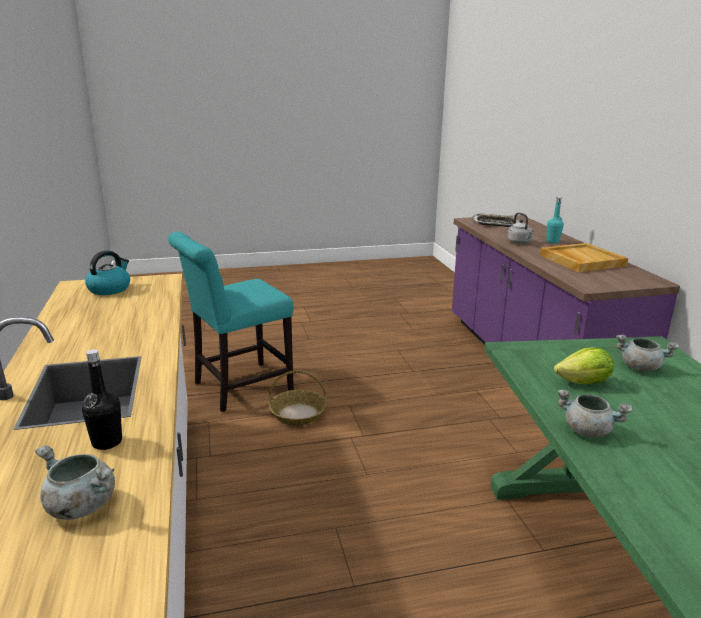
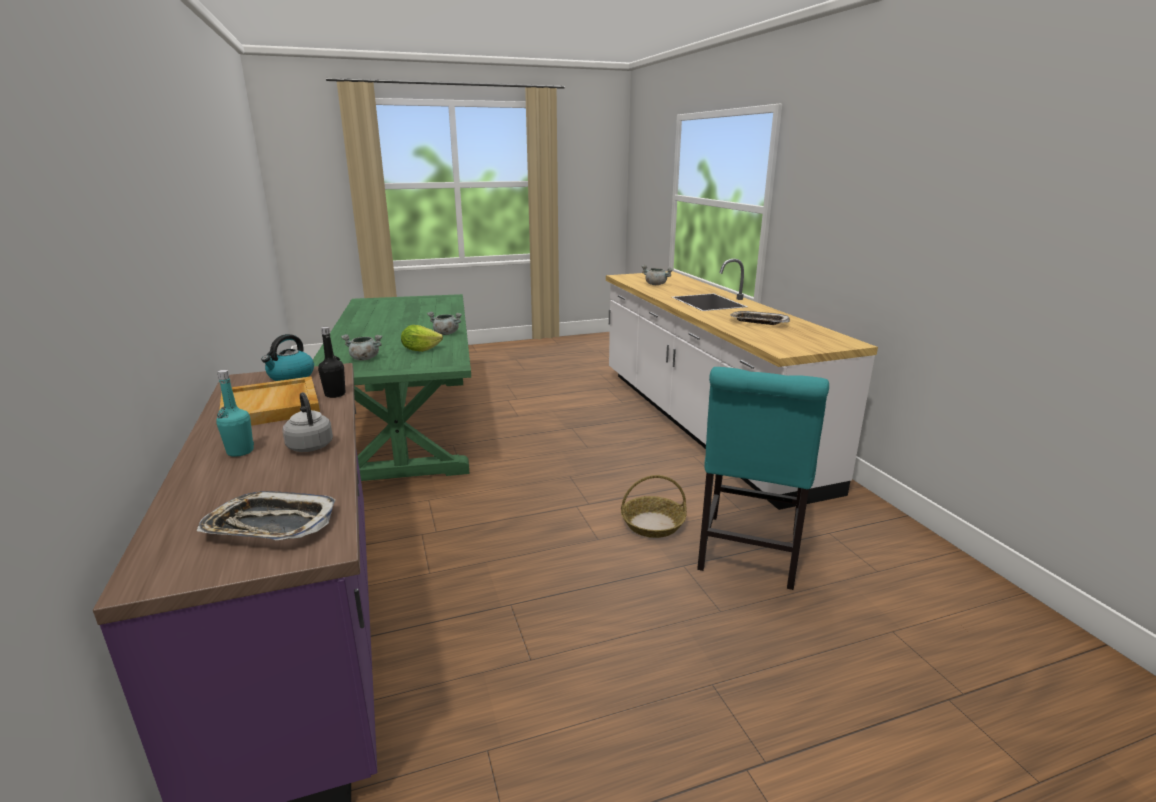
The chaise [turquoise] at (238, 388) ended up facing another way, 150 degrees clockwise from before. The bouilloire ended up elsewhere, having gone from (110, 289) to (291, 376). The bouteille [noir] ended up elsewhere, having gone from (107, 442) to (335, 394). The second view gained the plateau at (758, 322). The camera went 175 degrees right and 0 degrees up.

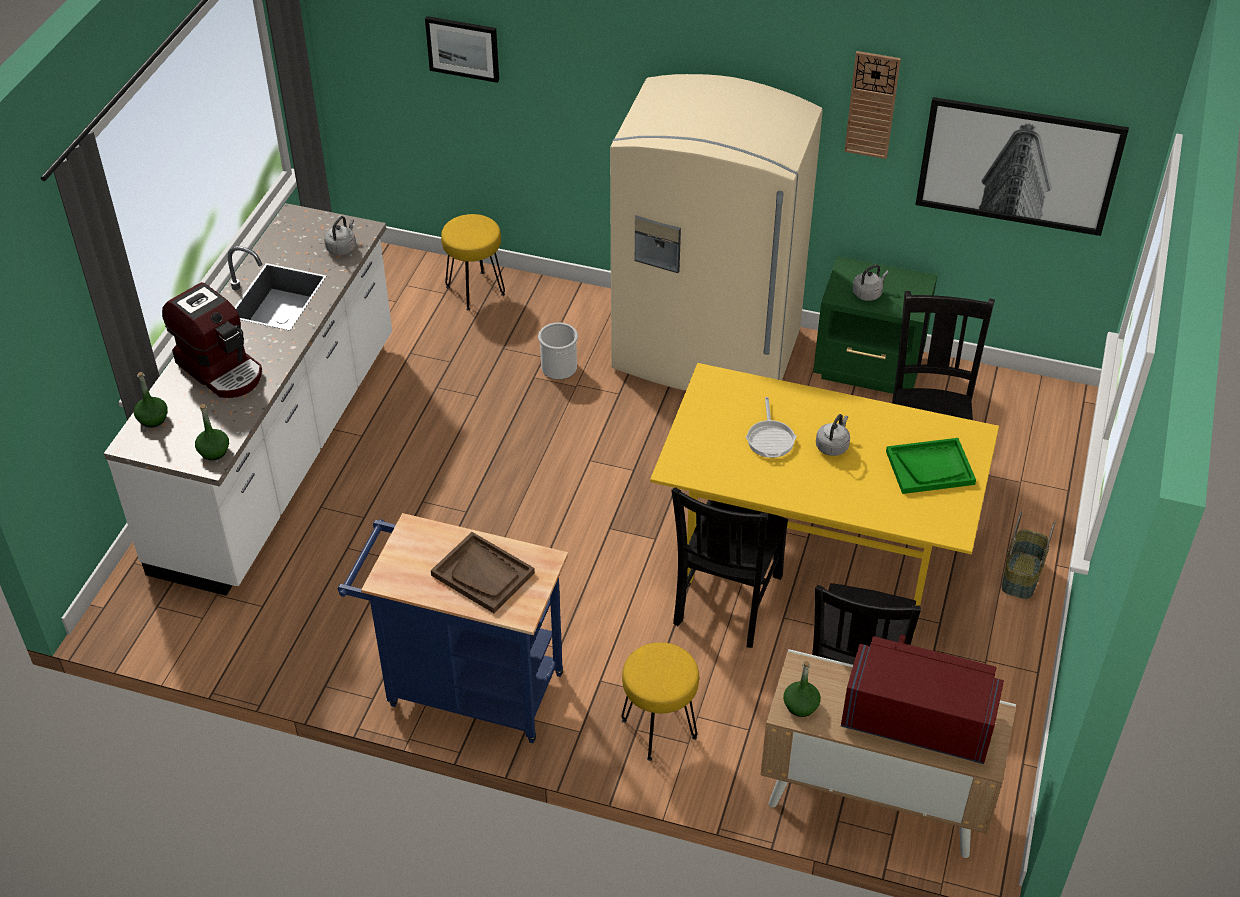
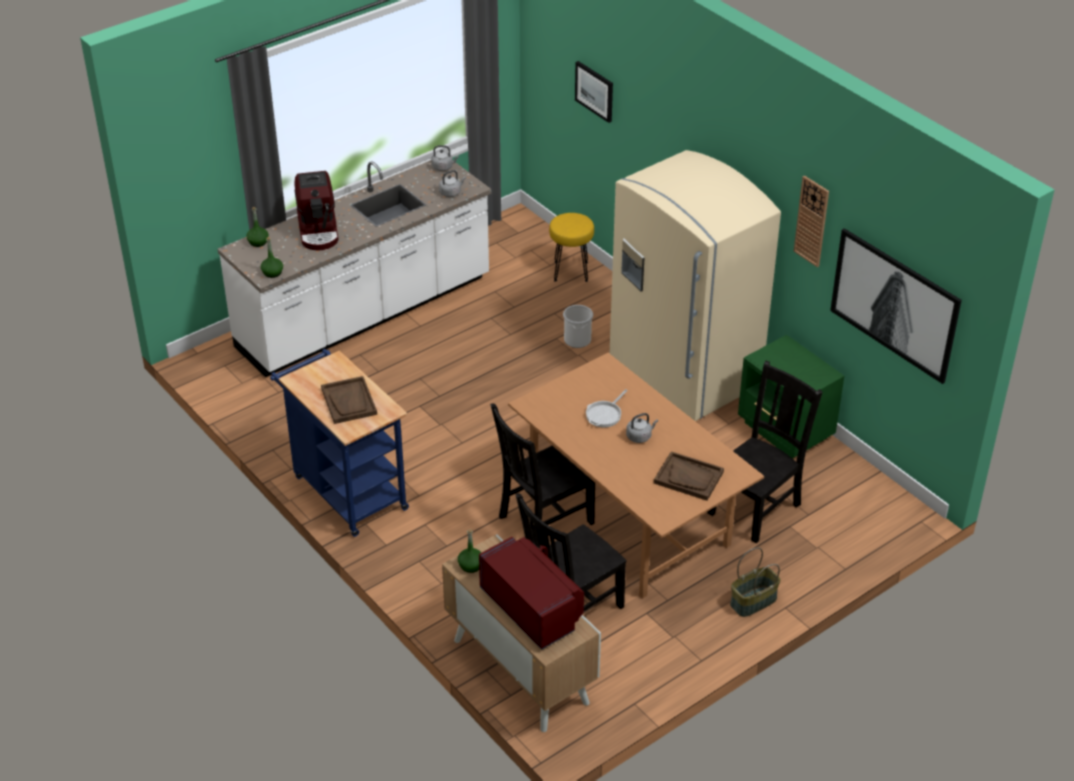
The bouilloire [gris] ended up elsewhere, having gone from (868, 293) to (443, 167). What was the table à manger [jaune] at (816, 551) turned into the table à manger [marron] at (630, 521). What was the plateau [vert] at (930, 467) turned into the plateau [marron] at (689, 477). The second view lost the tabouret [jaune] at (659, 728). The camera went 35 degrees right and 5 degrees down.

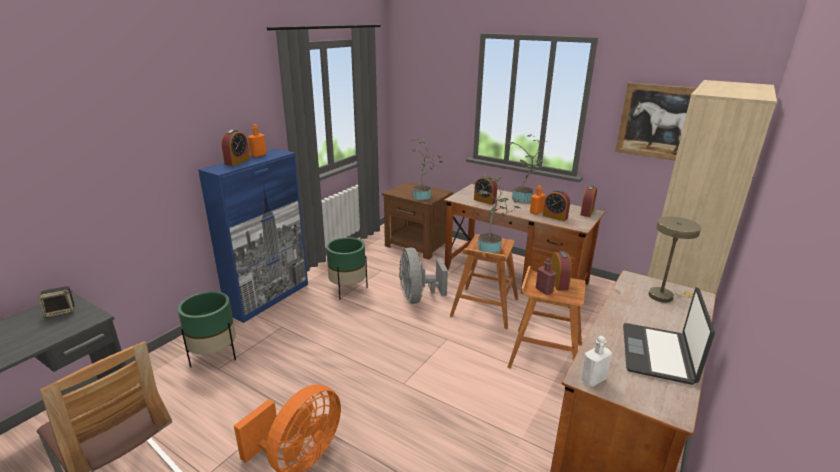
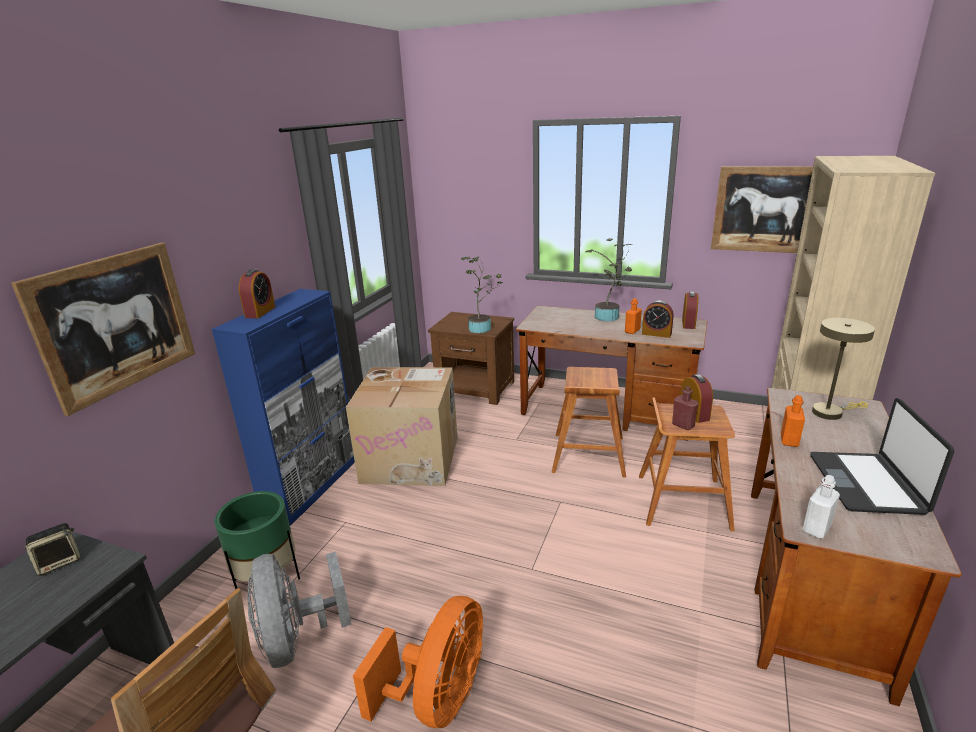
The bouteille [orange] ended up elsewhere, having gone from (258, 155) to (789, 441). The second view lost the réveil at (484, 201). The second view lost the plante en pot at (492, 248). Where the cache-pot [vert] stood at (348, 290), the carton came to stand at (412, 459). The ventilateur [gris] ended up elsewhere, having gone from (418, 297) to (297, 638). The second view gained the tableau at (115, 323). The camera went 10 degrees left and 0 degrees up.

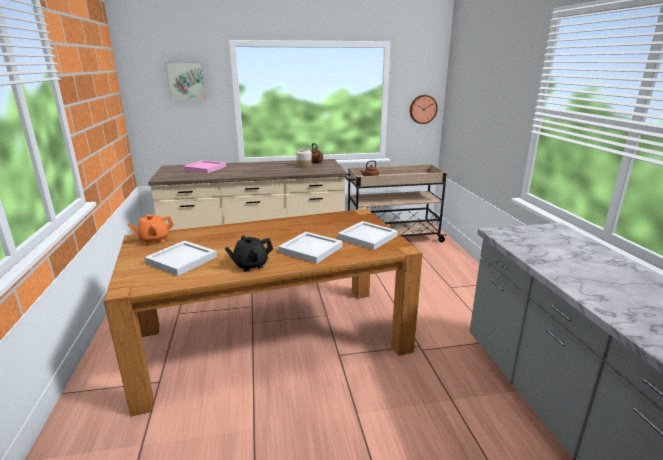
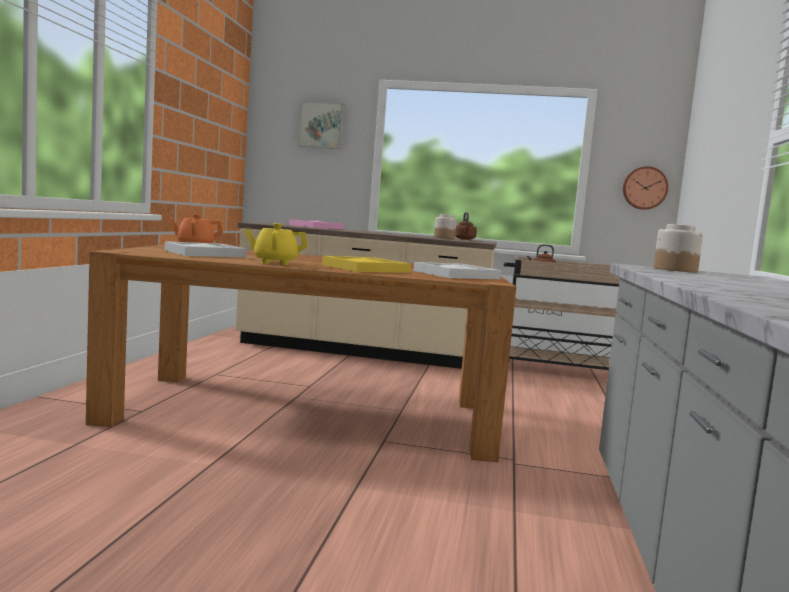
What was the plateau [blanc] at (311, 249) turned into the plateau [jaune] at (367, 268). What was the théière [noir] at (250, 265) turned into the théière [jaune] at (275, 263). The second view gained the bocal at (675, 270). The camera went 20 degrees right and 15 degrees down.

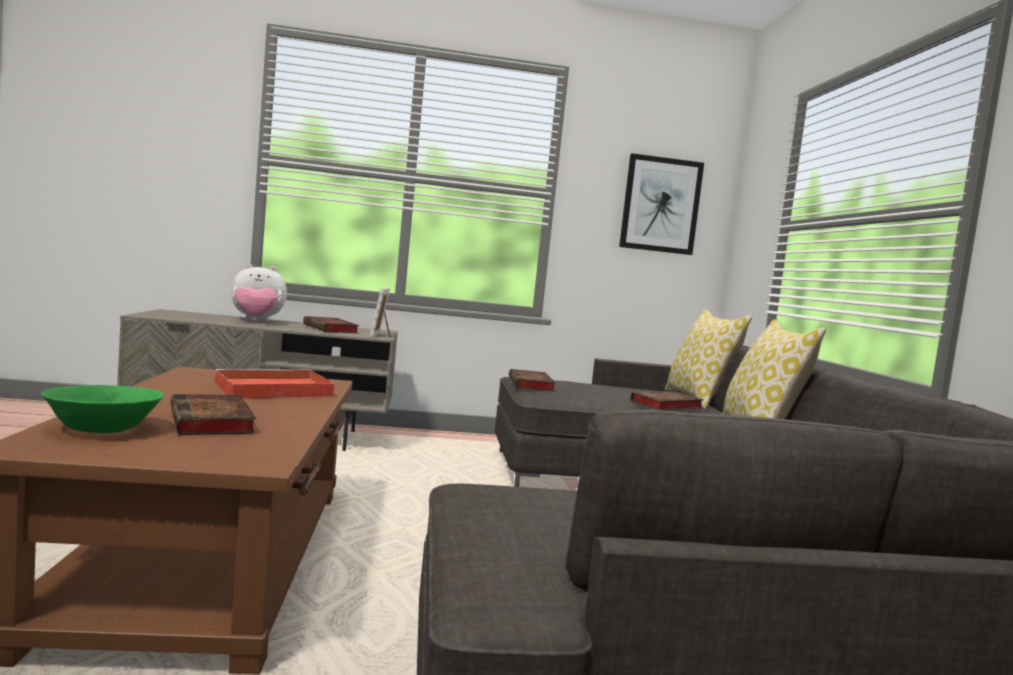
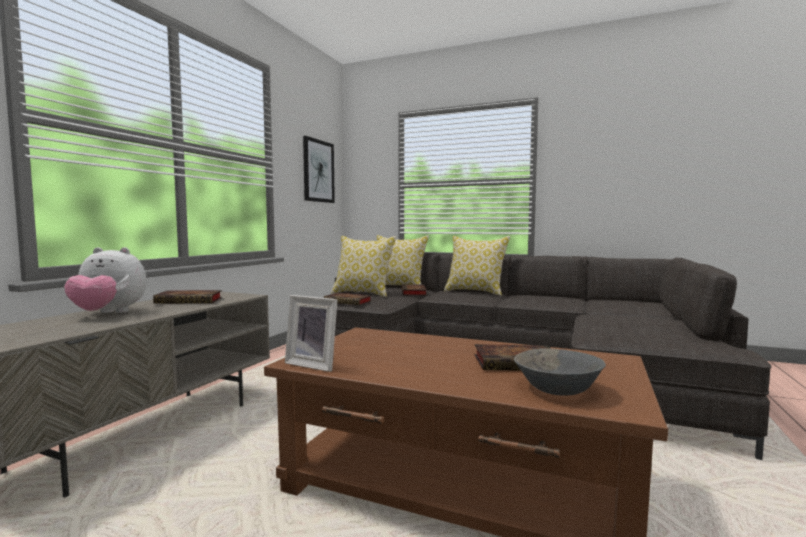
The peluche at (256, 321) ended up facing another way, 75 degrees clockwise from before. The cadre photo ended up elsewhere, having gone from (381, 336) to (314, 364). The second view lost the plateau [rouge] at (271, 389). What was the bol [vert] at (103, 430) turned into the bol [gris] at (558, 389). The second view gained the coussin at (363, 293). The camera went 60 degrees left and 0 degrees up.

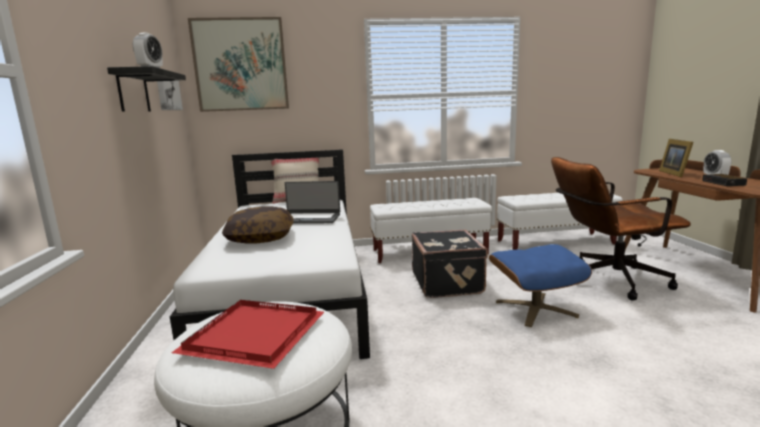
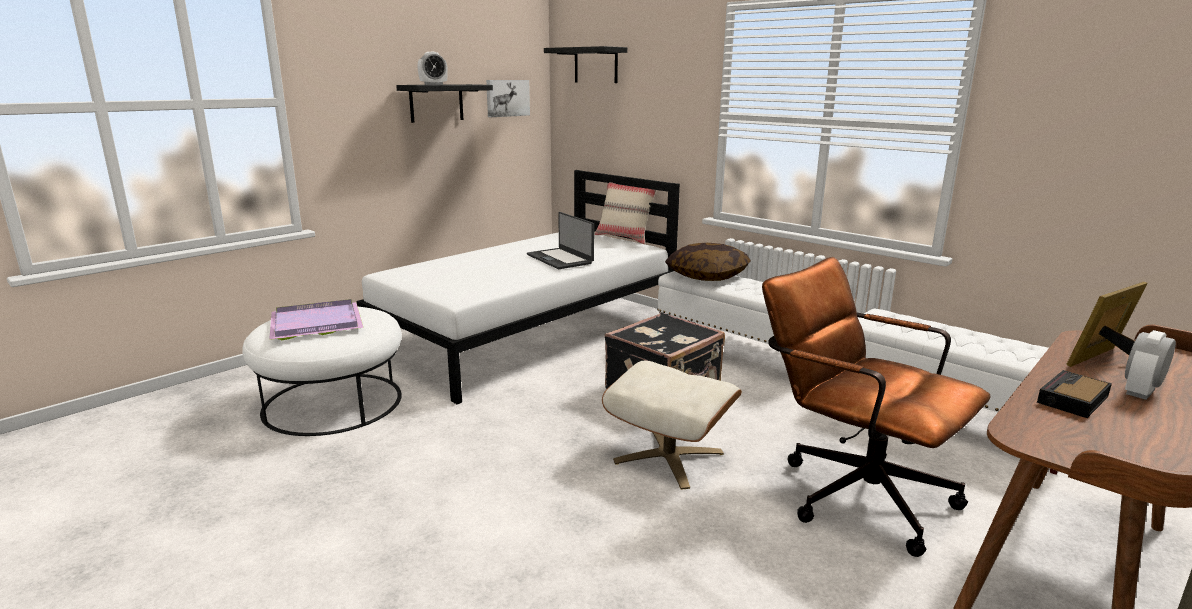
Where the tableau hung at (240, 65), the étagère [noir] came to hang at (596, 65). The coussin ended up elsewhere, having gone from (260, 238) to (707, 275). What was the pouf [bleu] at (535, 308) turned into the pouf [beige] at (669, 457). What was the plateau [rouge] at (255, 336) turned into the plateau [violet] at (315, 324). The camera went 50 degrees right and 5 degrees up.

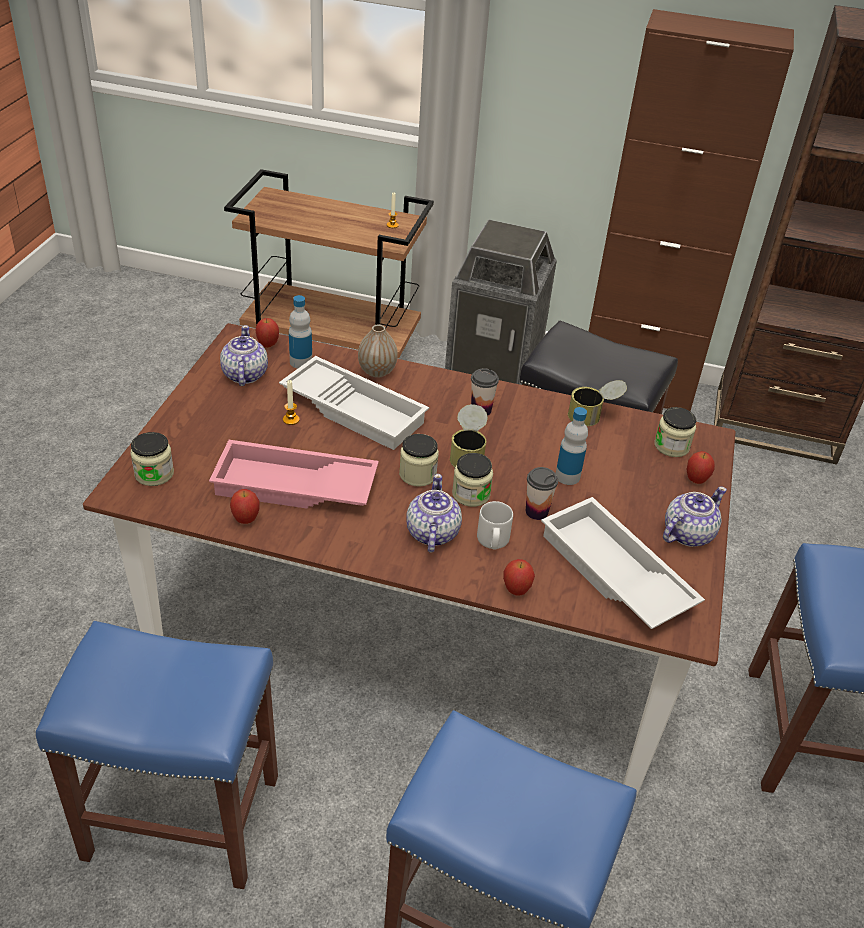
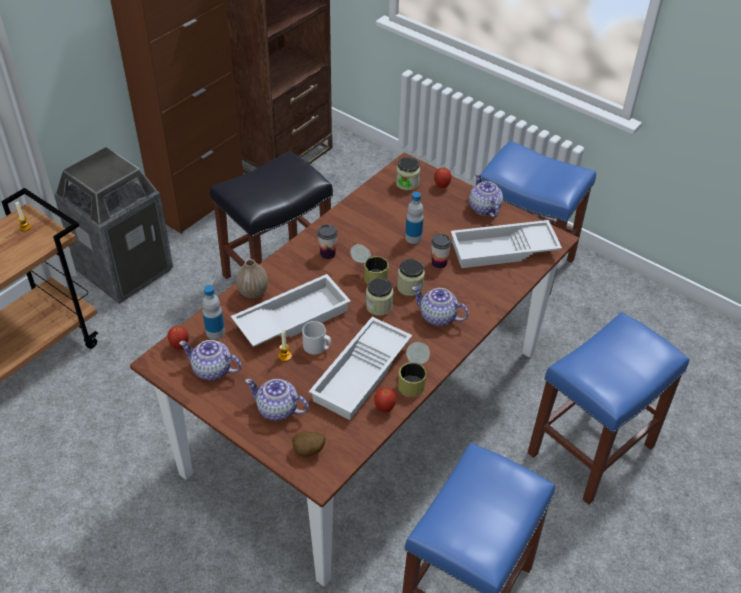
The boîte métallique ended up elsewhere, having gone from (593, 416) to (414, 379). Where the bocal stood at (154, 474), the pomme de terre came to stand at (309, 452). What was the plateau [rose] at (293, 488) turned into the plateau [blanc] at (362, 374). The mug [gris] ended up elsewhere, having gone from (493, 541) to (317, 347). The second view lost the pomme at (516, 590). The second view gained the théière at (278, 409). The camera went 65 degrees left and 5 degrees up.

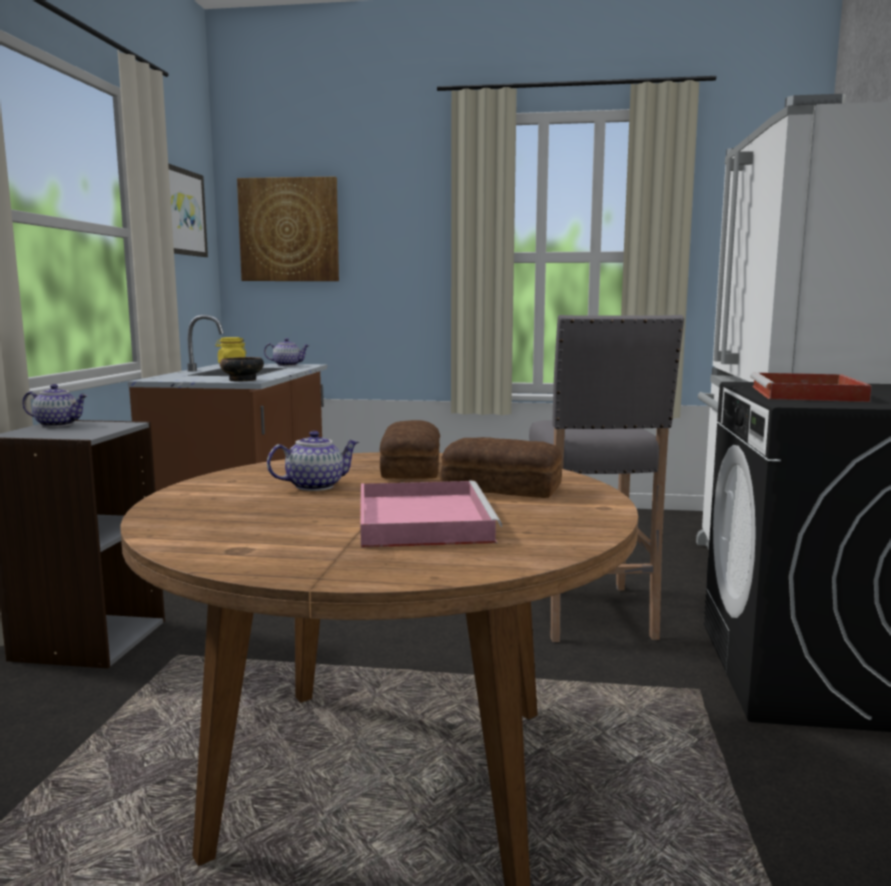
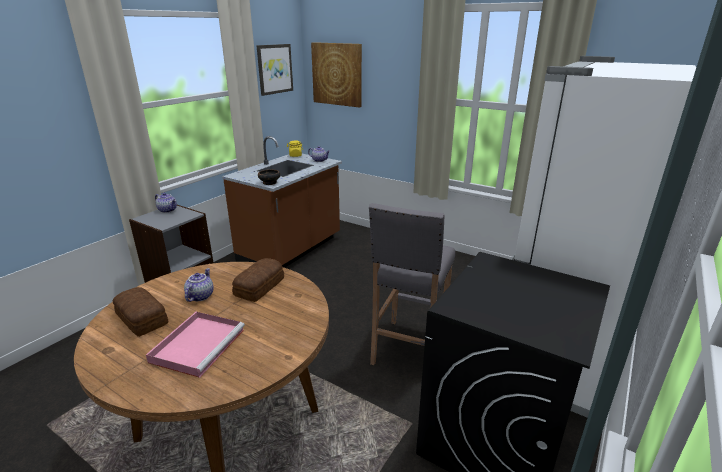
The second view lost the plateau [rouge] at (807, 394). The théière at (315, 486) ended up facing another way, 75 degrees counterclockwise from before. The pain ended up elsewhere, having gone from (502, 488) to (141, 319). The camera went 25 degrees right and 15 degrees up.

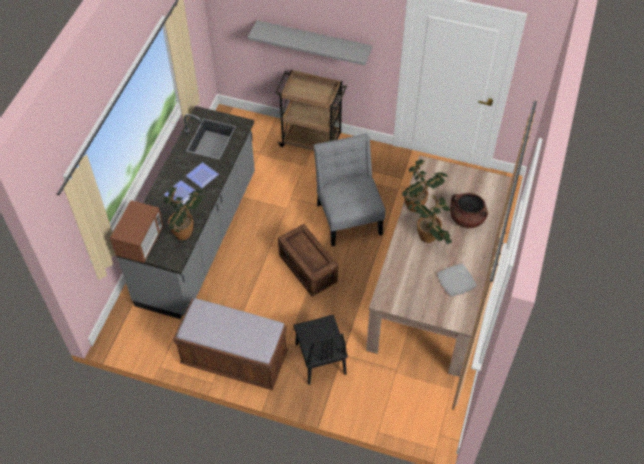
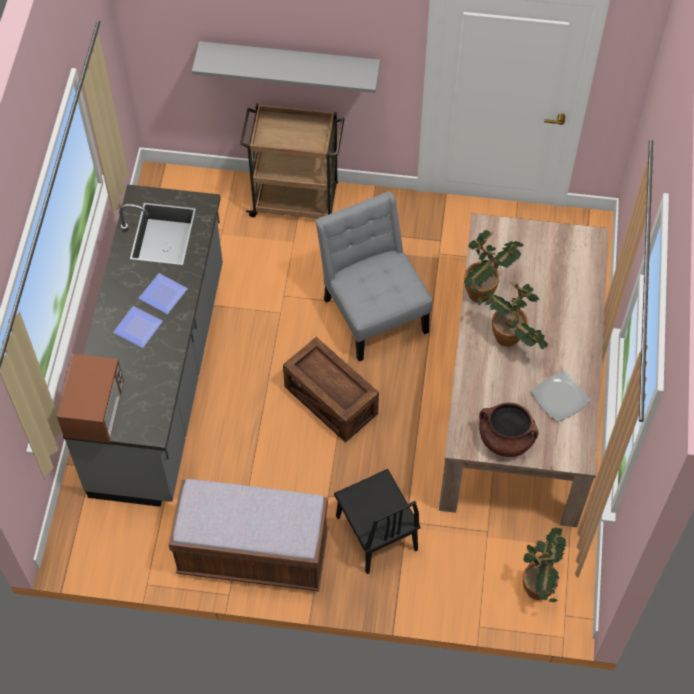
The plante en pot ended up elsewhere, having gone from (186, 230) to (541, 583). The marmite [marron] ended up elsewhere, having gone from (466, 219) to (505, 439). The camera went 10 degrees left and 5 degrees up.

